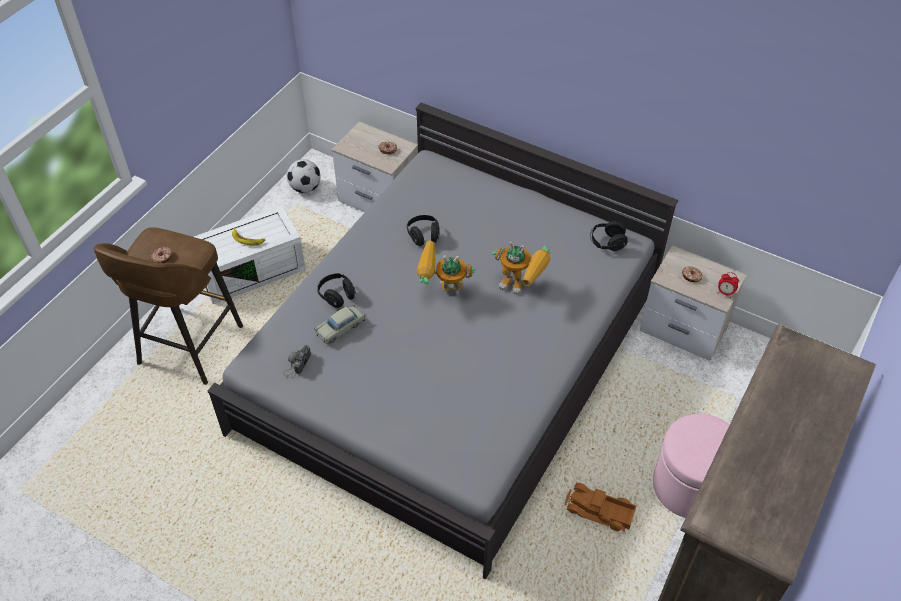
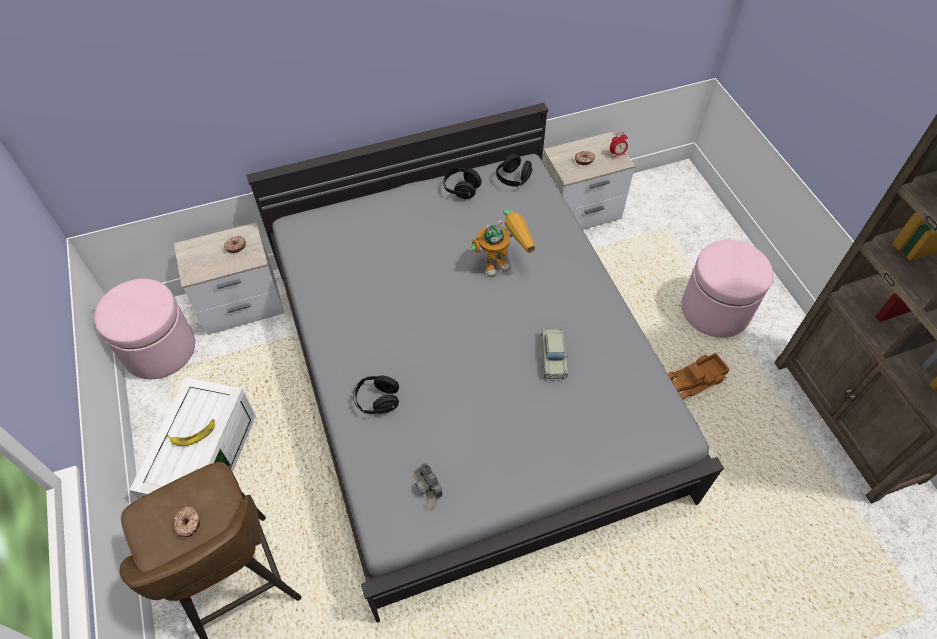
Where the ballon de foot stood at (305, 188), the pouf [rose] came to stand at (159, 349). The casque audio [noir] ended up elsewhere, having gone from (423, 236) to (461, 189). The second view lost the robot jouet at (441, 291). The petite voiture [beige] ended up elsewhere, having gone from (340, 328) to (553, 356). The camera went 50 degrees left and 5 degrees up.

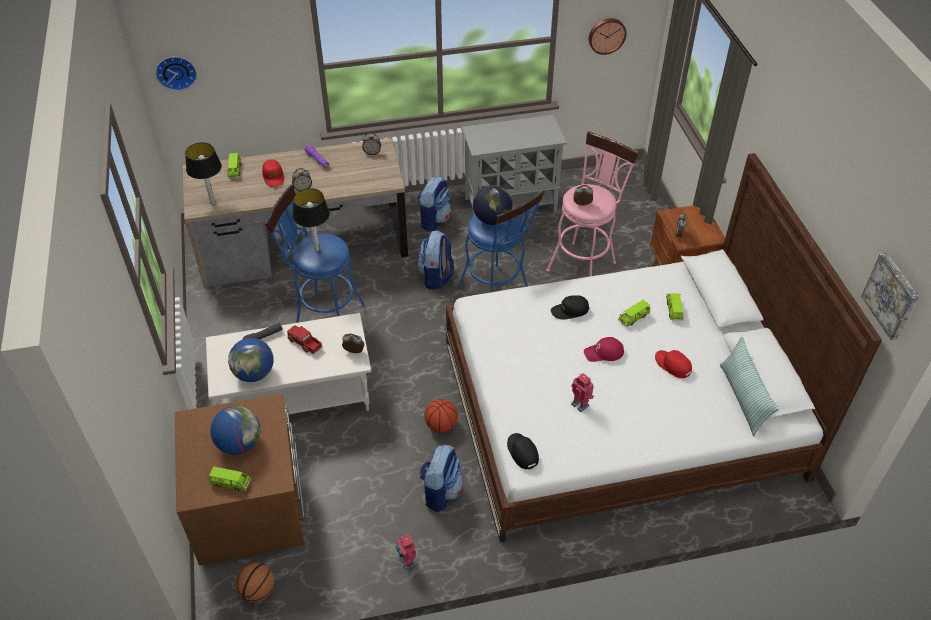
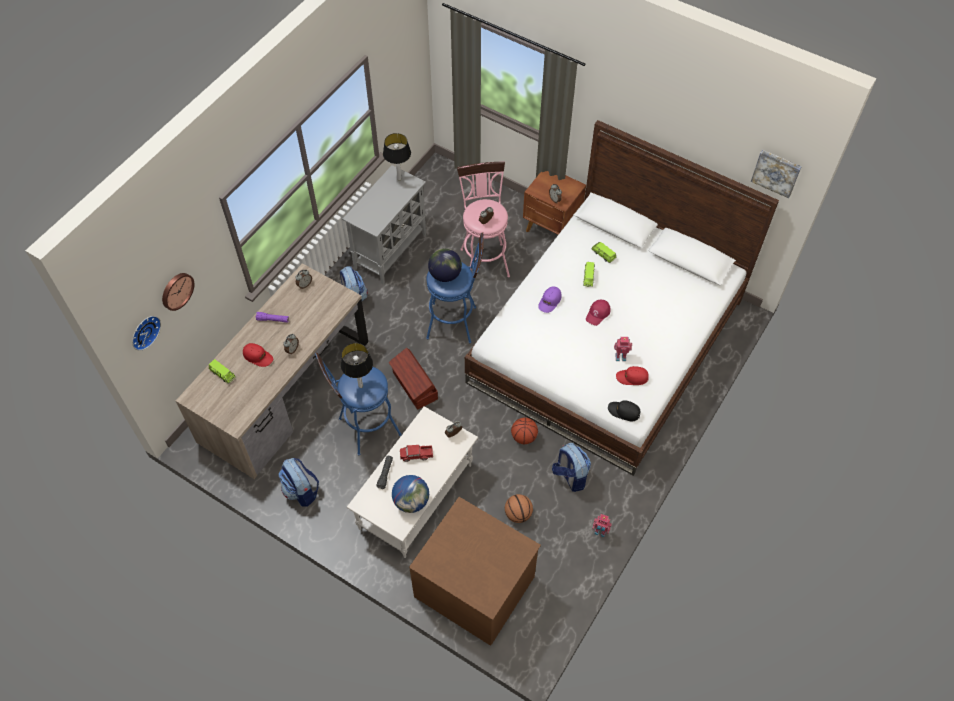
The horloge murale ended up elsewhere, having gone from (606, 35) to (176, 290). The lampe de table ended up elsewhere, having gone from (212, 202) to (399, 178). The sac à dos ended up elsewhere, having gone from (436, 277) to (301, 491). What was the casquette [noir] at (569, 310) turned into the casquette [violet] at (549, 301). The second view lost the coussin at (743, 399). The casquette [rouge] ended up elsewhere, having gone from (672, 365) to (632, 377). The second view lost the globe at (239, 443). The second view lost the petite voiture [vert] at (230, 483). The ballon de basket ended up elsewhere, having gone from (257, 591) to (518, 514). The second view gained the boîte de rangement [marron] at (414, 386). The camera went 45 degrees left and 10 degrees up.

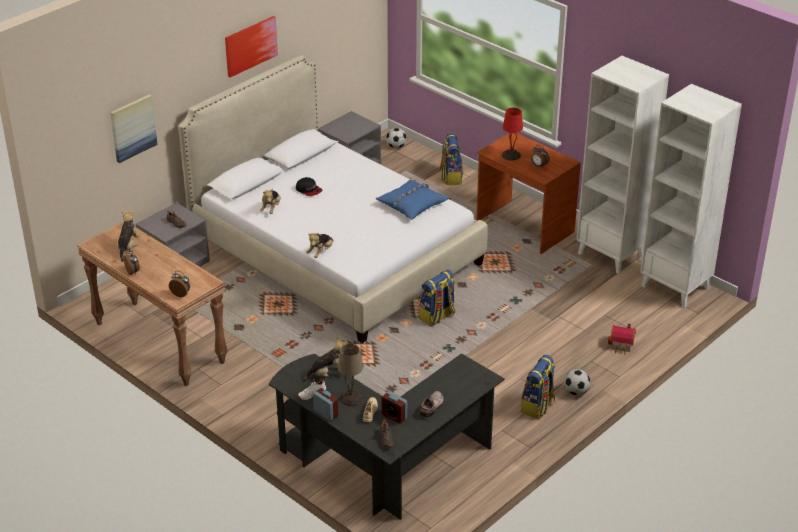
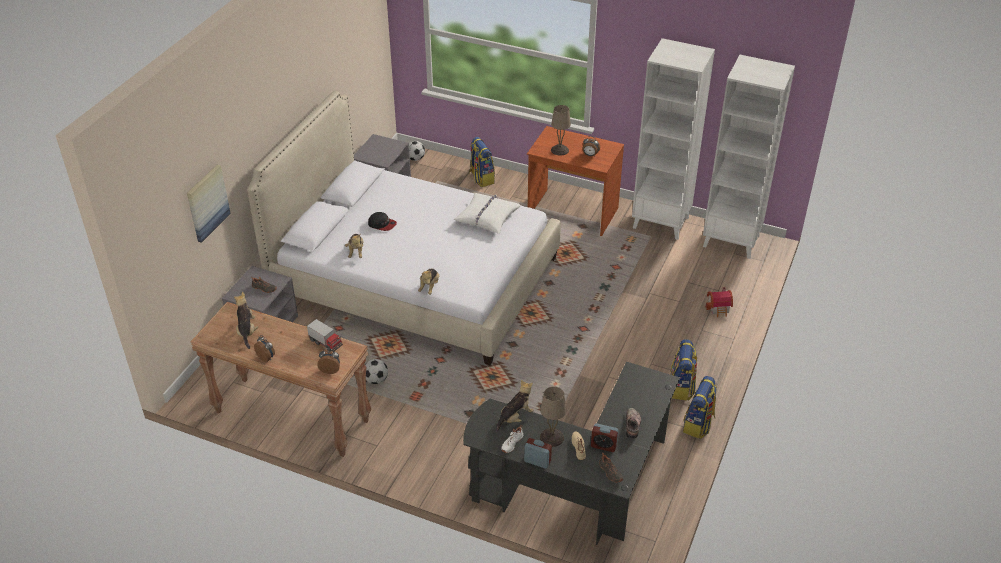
The second view lost the tableau at (250, 46). What was the lampe de table [rouge] at (511, 155) turned into the lampe de table [beige] at (559, 150). What was the coussin [bleu] at (411, 204) turned into the coussin [blanc] at (487, 217). The sac à dos ended up elsewhere, having gone from (437, 317) to (698, 425). The ballon de foot ended up elsewhere, having gone from (576, 392) to (376, 380). The second view gained the camion jouet at (326, 343). The camera went 20 degrees left and 5 degrees up.

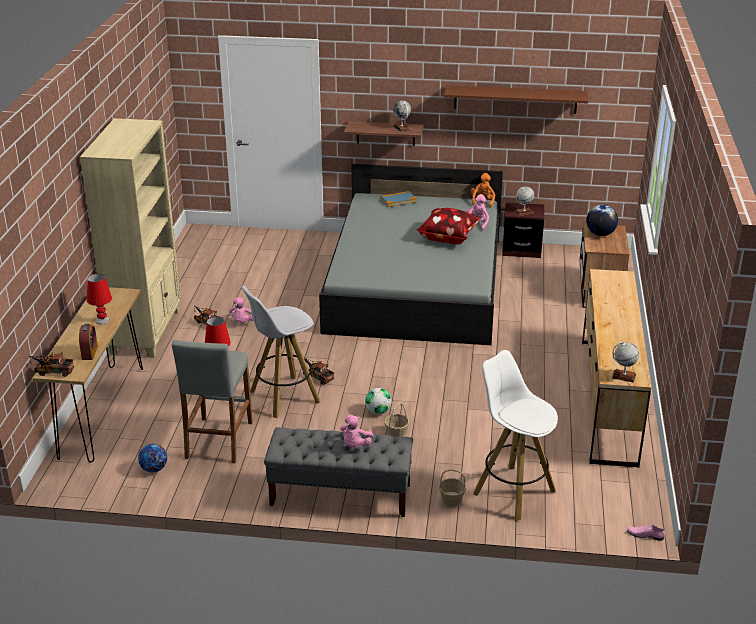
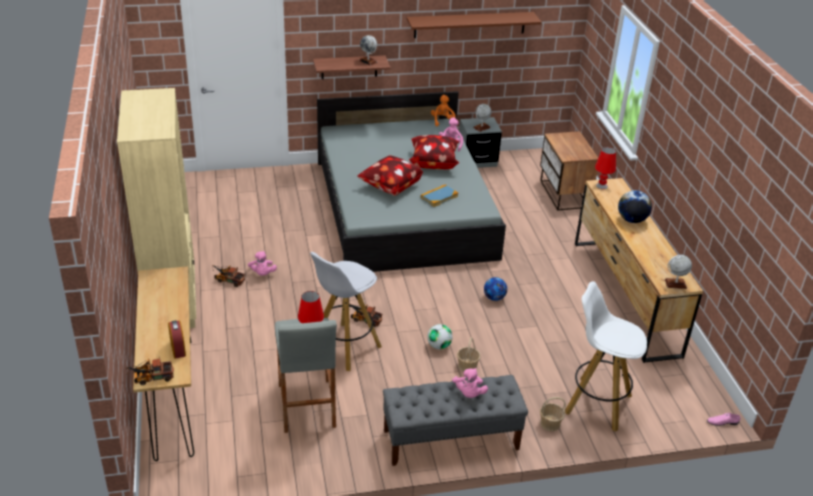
The livre ended up elsewhere, having gone from (398, 200) to (439, 197). What was the table de chevet [marron] at (521, 250) turned into the table de chevet [gris] at (477, 160). The globe ended up elsewhere, having gone from (600, 234) to (631, 220). The lampe de table [rouge] ended up elsewhere, having gone from (102, 320) to (601, 186). The ballon de foot ended up elsewhere, having gone from (154, 469) to (494, 298). The second view gained the coussin at (389, 187). The camera went 20 degrees left and 5 degrees up.

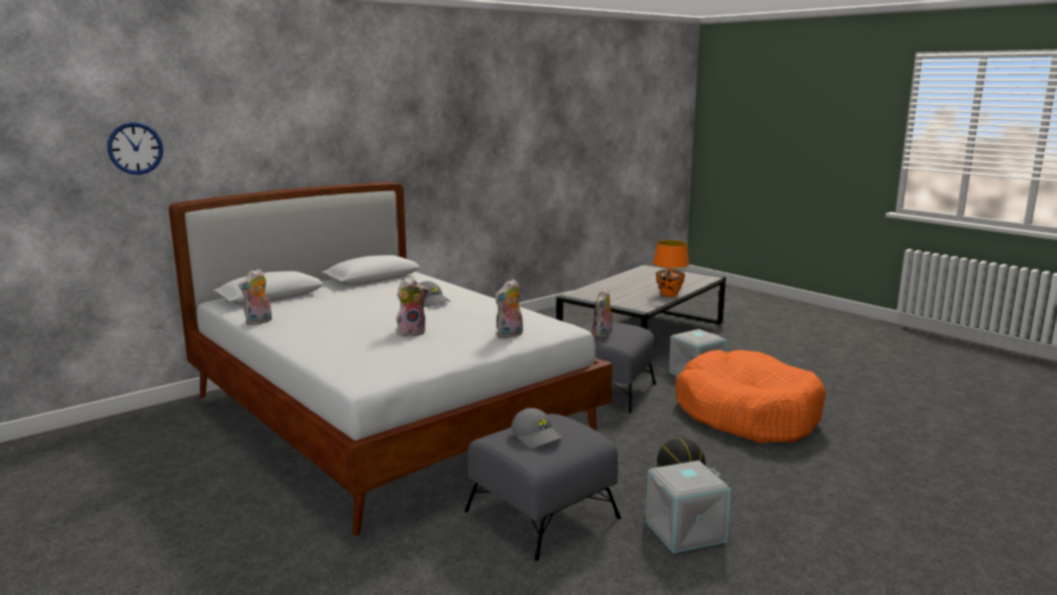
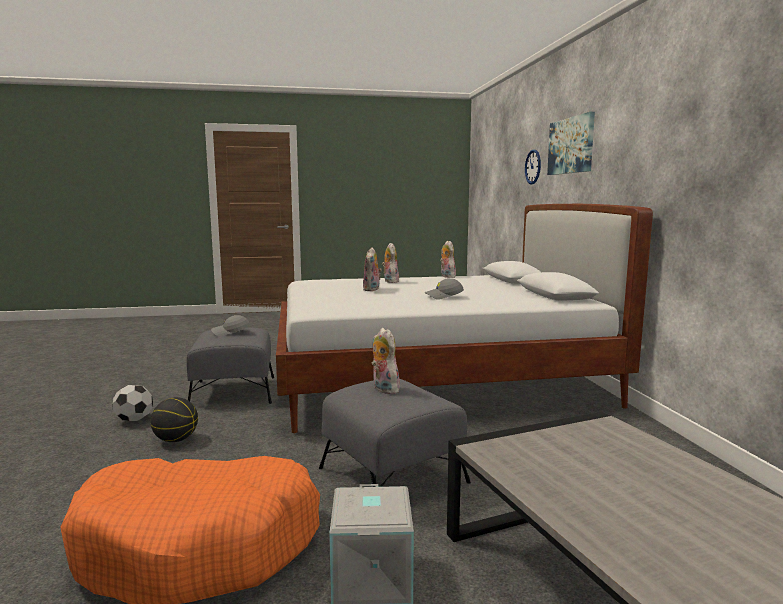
The second view lost the lampe de table [orange] at (669, 295). The peluche ended up elsewhere, having gone from (510, 335) to (390, 281). Where the boîte de rangement [gris] stood at (685, 532), the ballon de foot came to stand at (134, 420). The second view gained the tableau at (571, 145). The camera went 120 degrees right and 5 degrees down.

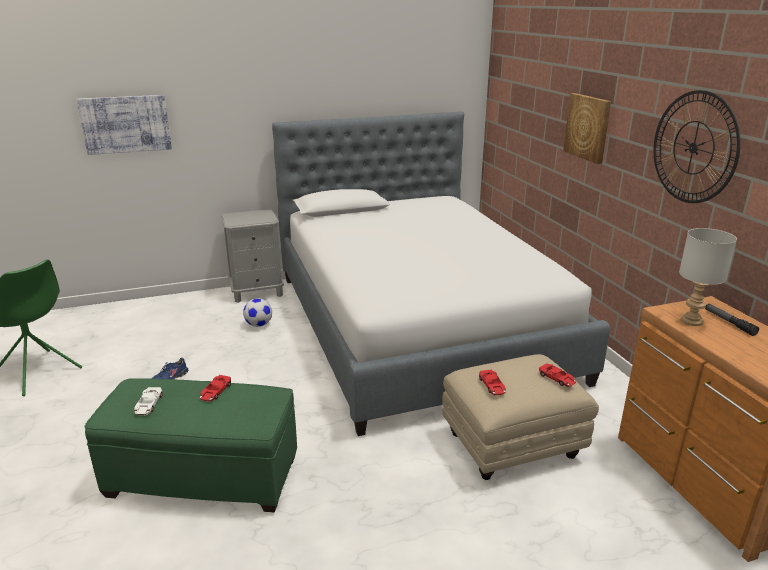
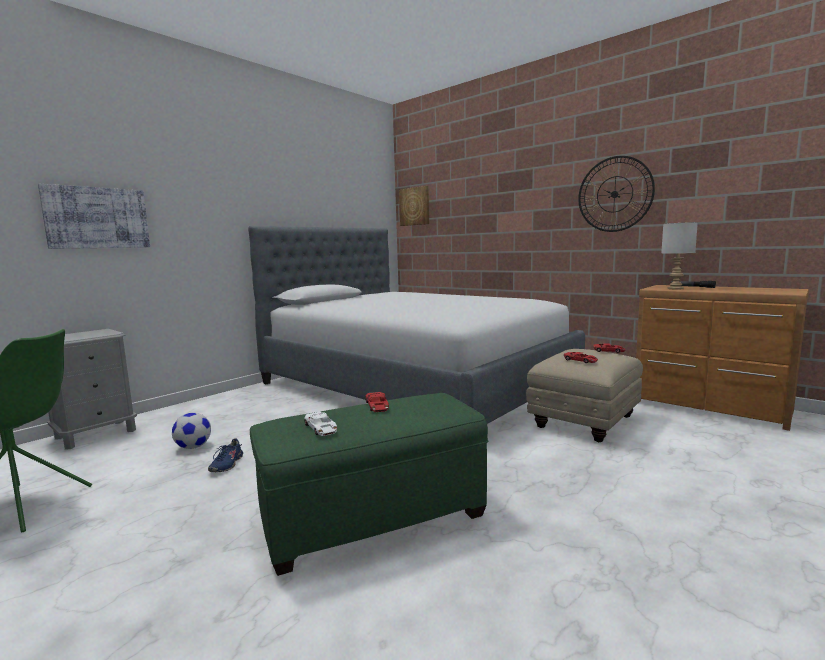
The tableau ended up elsewhere, having gone from (588, 127) to (415, 206). The table de chevet [gris] ended up elsewhere, having gone from (257, 292) to (96, 434). The ballon de foot ended up elsewhere, having gone from (259, 325) to (193, 447). The camera went 30 degrees left and 15 degrees down.

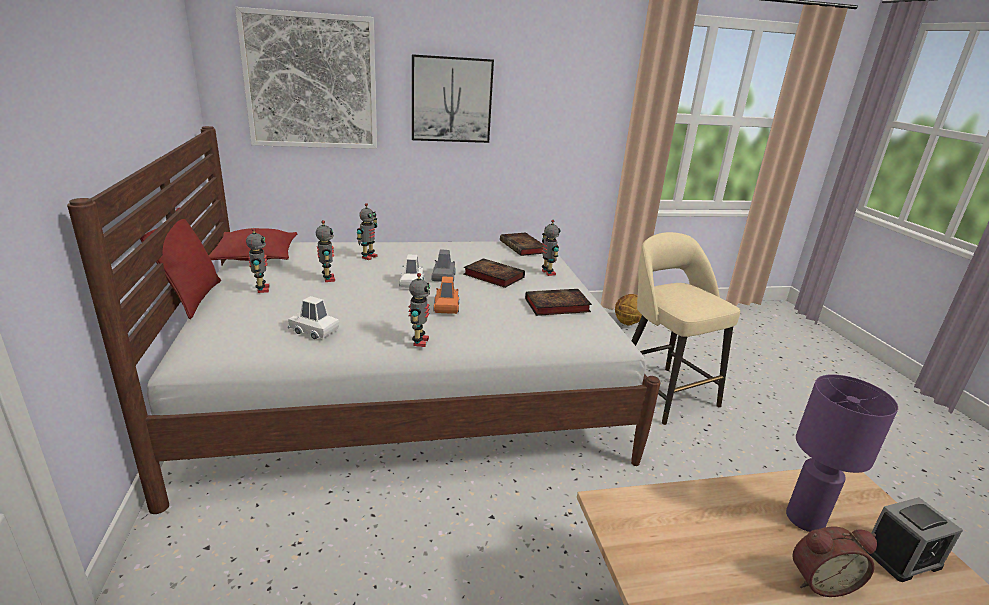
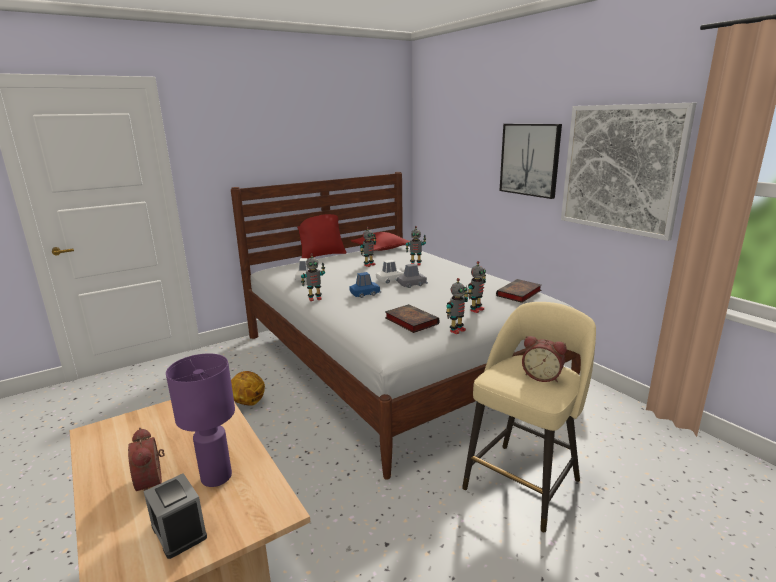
The tableau ended up elsewhere, having gone from (311, 82) to (621, 169). The robot jouet ended up elsewhere, having gone from (261, 289) to (456, 330). The second view lost the livre at (492, 276). What was the petite voiture [orange] at (446, 307) turned into the petite voiture [bleu] at (365, 294). The ballon de basket ended up elsewhere, having gone from (628, 323) to (248, 403). The second view gained the réveil at (542, 376). The camera went 70 degrees right and 5 degrees down.

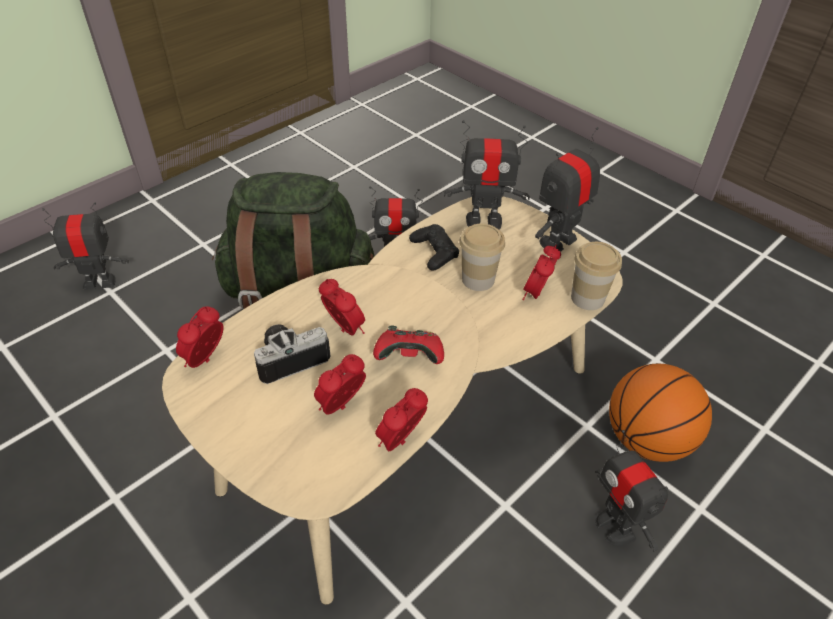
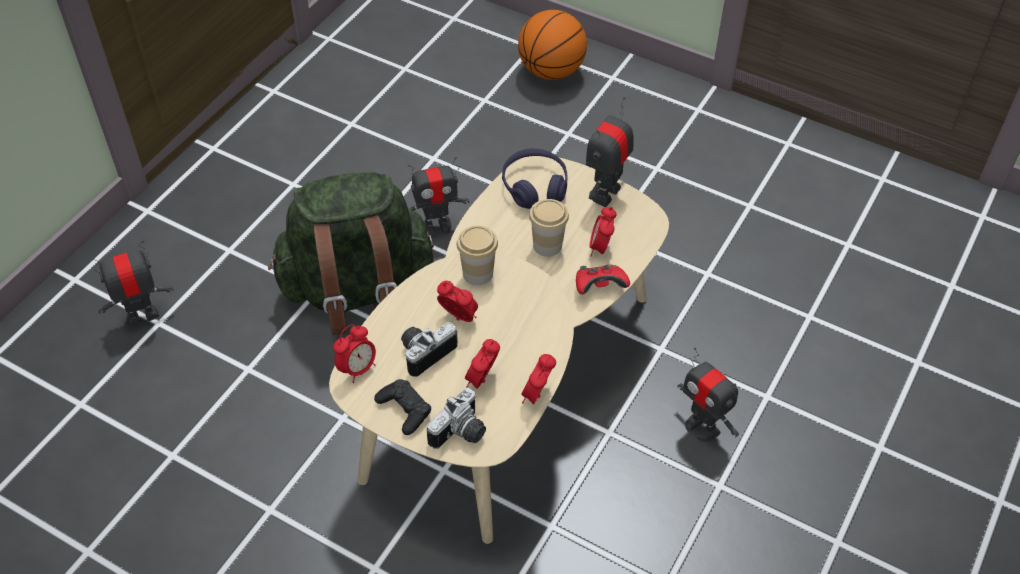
Where the robot jouet stood at (484, 222), the casque audio [violet] came to stand at (535, 186). The manette [noir] ended up elsewhere, having gone from (434, 252) to (404, 410). The tasse ended up elsewhere, having gone from (587, 298) to (478, 273). The réveil at (206, 360) ended up facing another way, 150 degrees counterclockwise from before. The manette [rouge] ended up elsewhere, having gone from (410, 357) to (599, 287). The ballon de basket ended up elsewhere, having gone from (647, 439) to (551, 71). The second view gained the appareil photo at (461, 434). The camera went 15 degrees left and 5 degrees up.

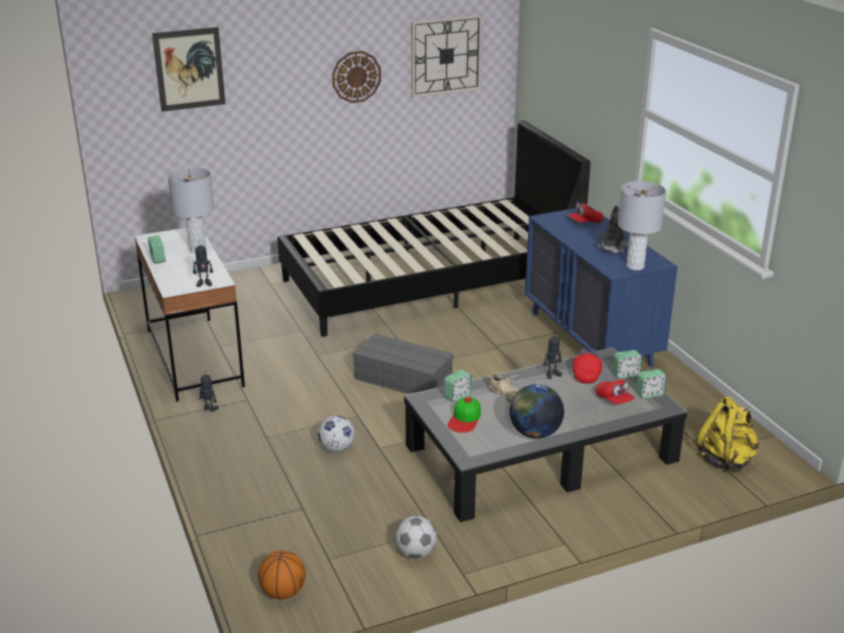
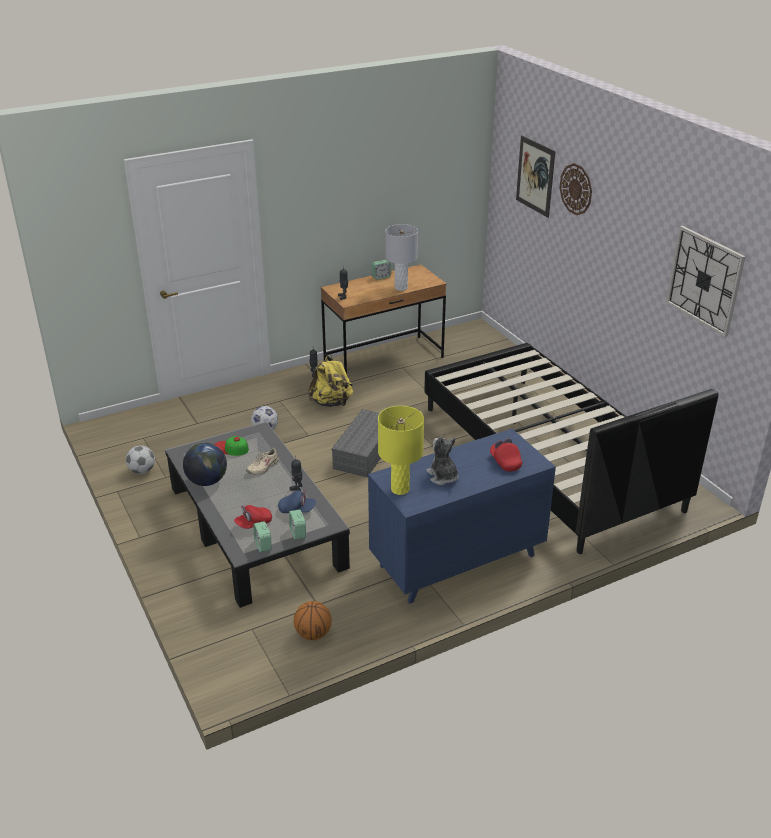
The horloge murale ended up elsewhere, having gone from (356, 76) to (576, 189). What was the lampe de table [gris] at (635, 266) turned into the lampe de table [jaune] at (399, 489). The peluche at (612, 248) ended up facing another way, 150 degrees counterclockwise from before. What was the bureau [blanc] at (194, 358) turned into the bureau [marron] at (384, 360). What was the casquette [rouge] at (586, 374) turned into the casquette [bleu] at (297, 509). The second view lost the réveil at (457, 396). The sac à dos [jaune] ended up elsewhere, having gone from (726, 459) to (332, 403). The ballon de basket ended up elsewhere, having gone from (283, 592) to (313, 634). The camera went 85 degrees right and 5 degrees up.

